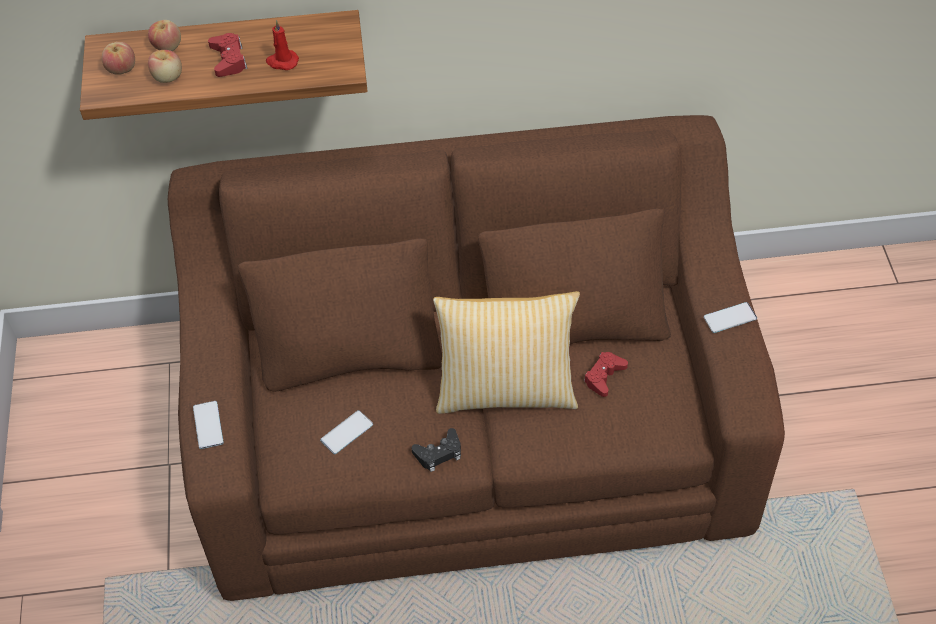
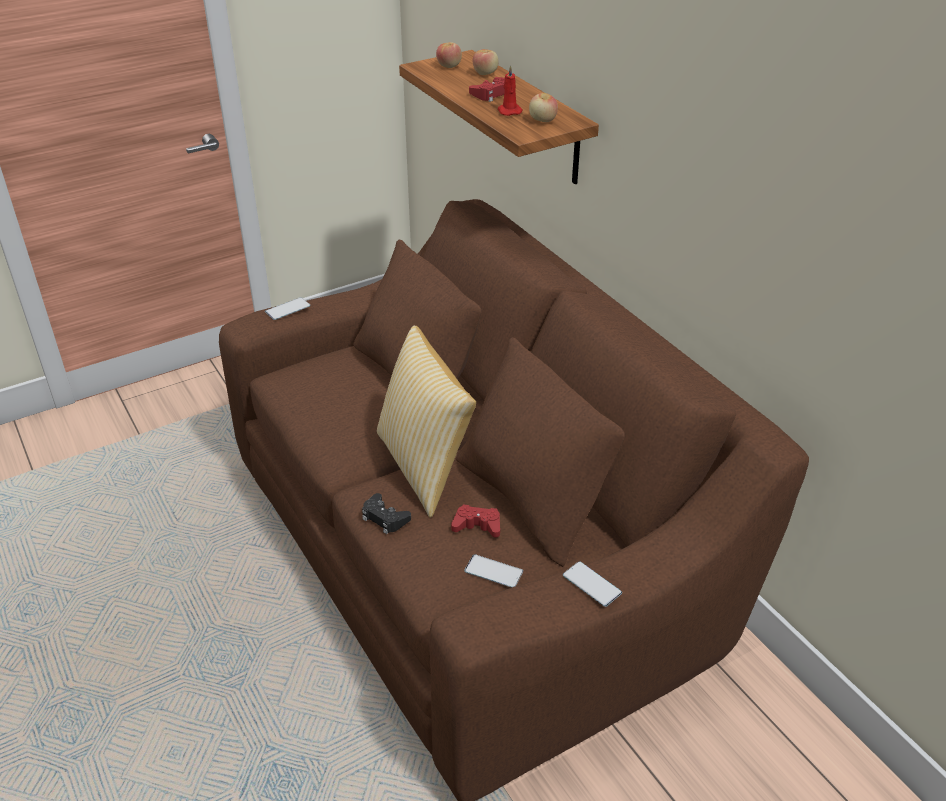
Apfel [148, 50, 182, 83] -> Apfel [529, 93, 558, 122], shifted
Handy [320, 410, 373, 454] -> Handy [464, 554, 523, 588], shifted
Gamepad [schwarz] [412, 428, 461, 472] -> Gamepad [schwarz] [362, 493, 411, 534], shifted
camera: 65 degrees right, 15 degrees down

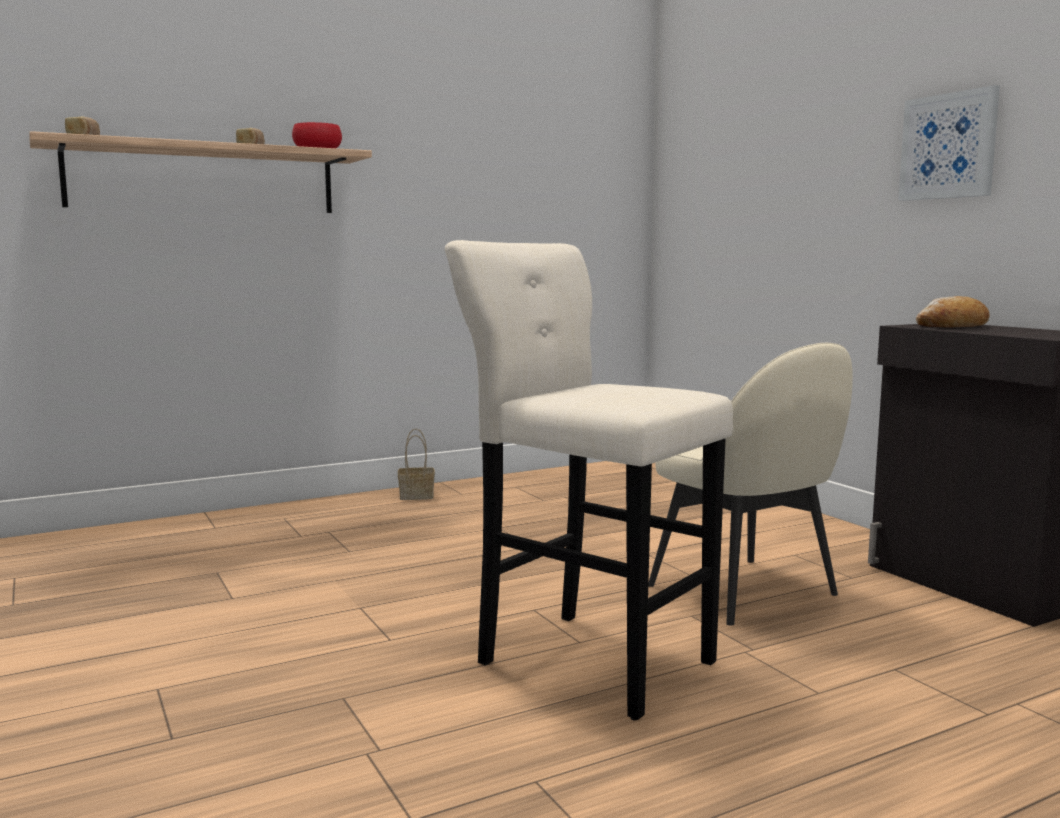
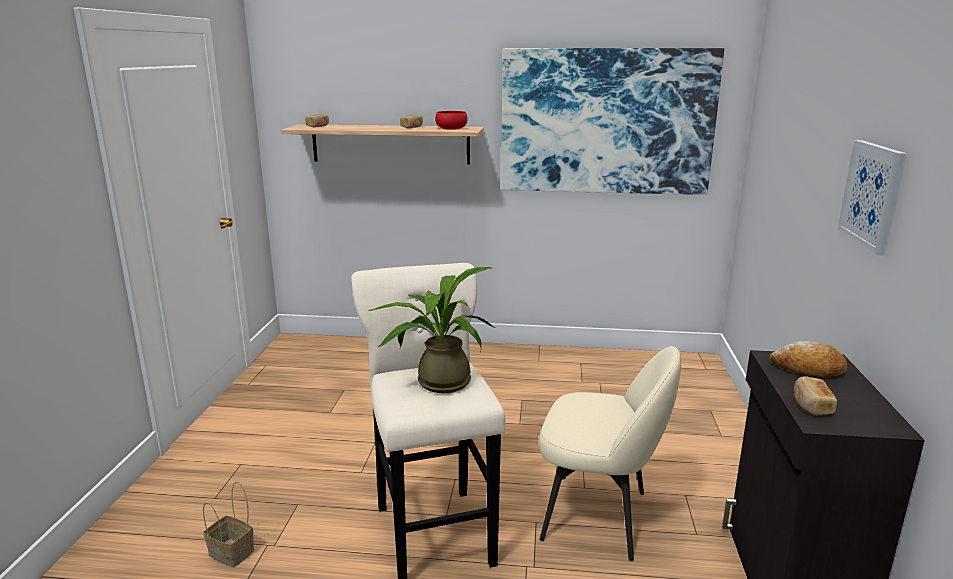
Korb [398, 429, 435, 500] -> Korb [203, 482, 254, 568], shifted
Stuhl [beige] [648, 343, 853, 625] -> Stuhl [beige] [539, 346, 681, 561], 75 degrees counterclockwise
none -> Topfpflanze [368, 267, 495, 393]
none -> Bild [501, 48, 724, 195]
none -> Brot [794, 376, 837, 416]
camera: 35 degrees right, 10 degrees up

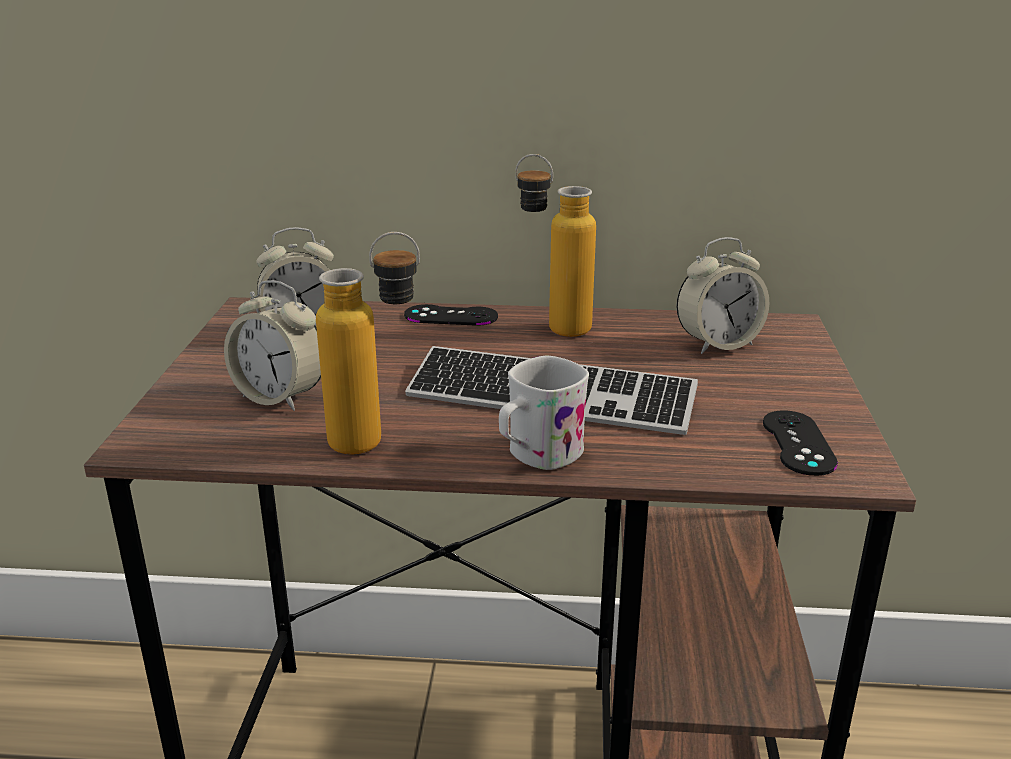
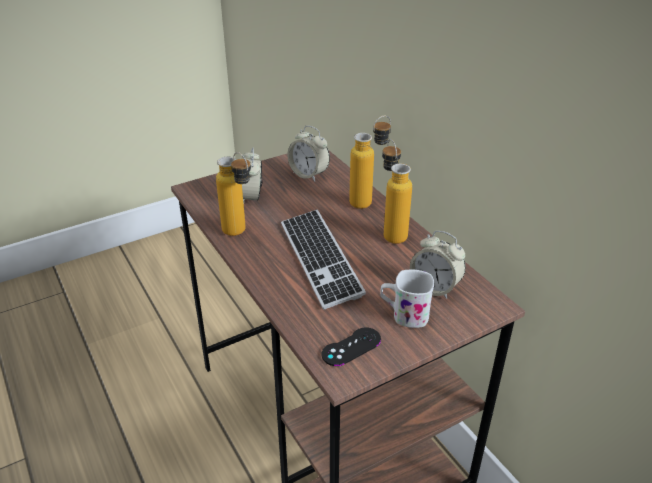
Gamepad [schwarz] [404, 304, 498, 326] -> Flasche [349, 116, 391, 209]
Henkelbecher [weiß] [499, 356, 589, 470] -> Henkelbecher [weiß] [380, 270, 434, 328], shifted
camera: 55 degrees right, 10 degrees up

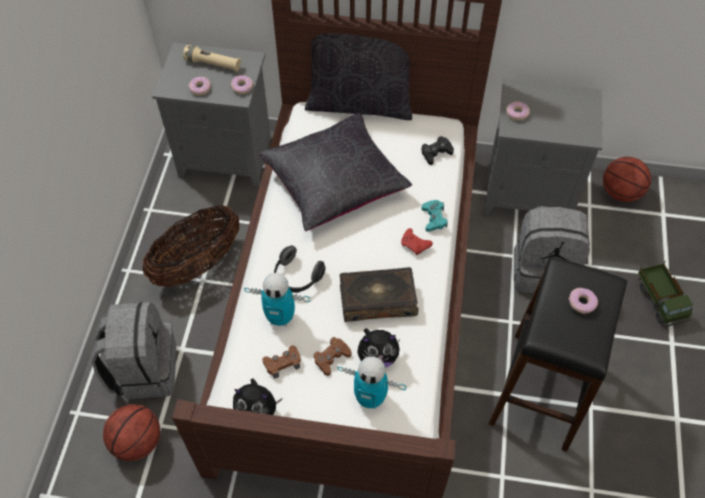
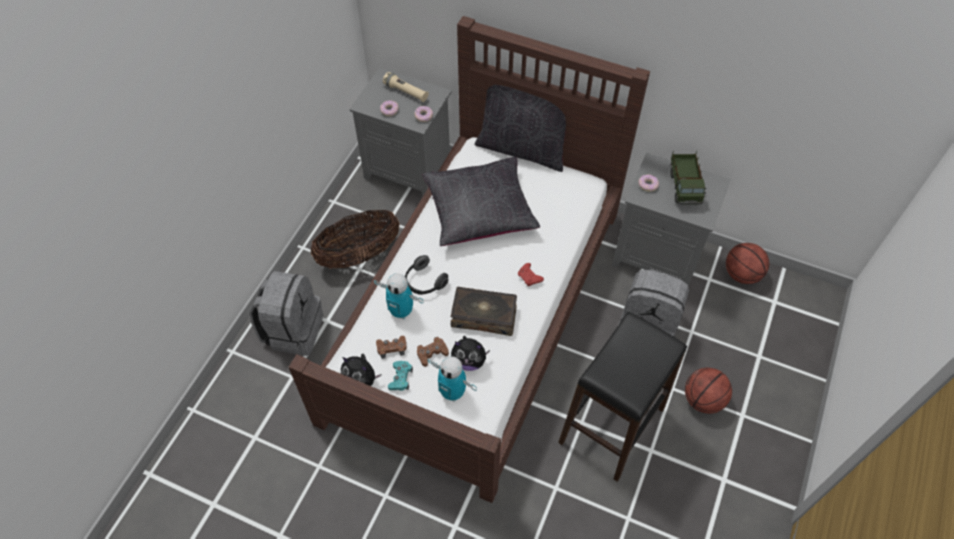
Basketball [103, 404, 160, 461] -> Basketball [685, 368, 732, 414], shifted
Gamepad [schwarz] [421, 136, 454, 165] -> none
Gamepad [türkis] [421, 200, 448, 232] -> Gamepad [türkis] [388, 361, 413, 391], shifted
Donut [569, 288, 598, 314] -> none
Spielzeuglaster [638, 262, 693, 326] -> Spielzeuglaster [670, 151, 706, 205], shifted
camera: 15 degrees right, 0 degrees up

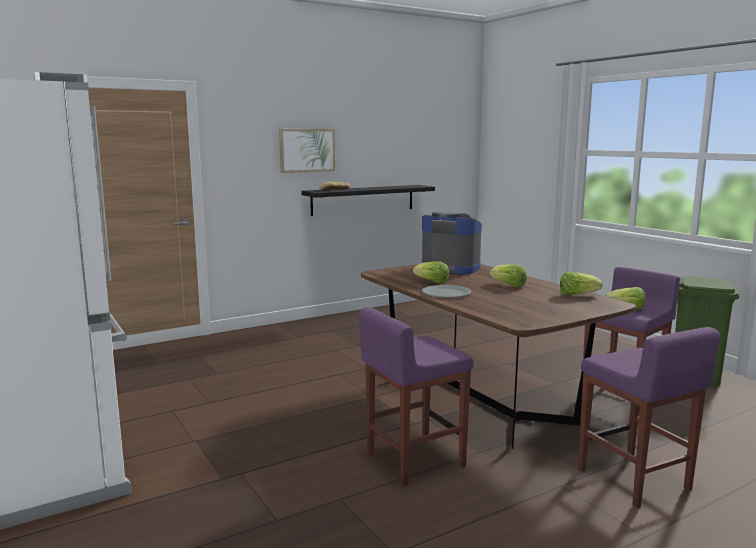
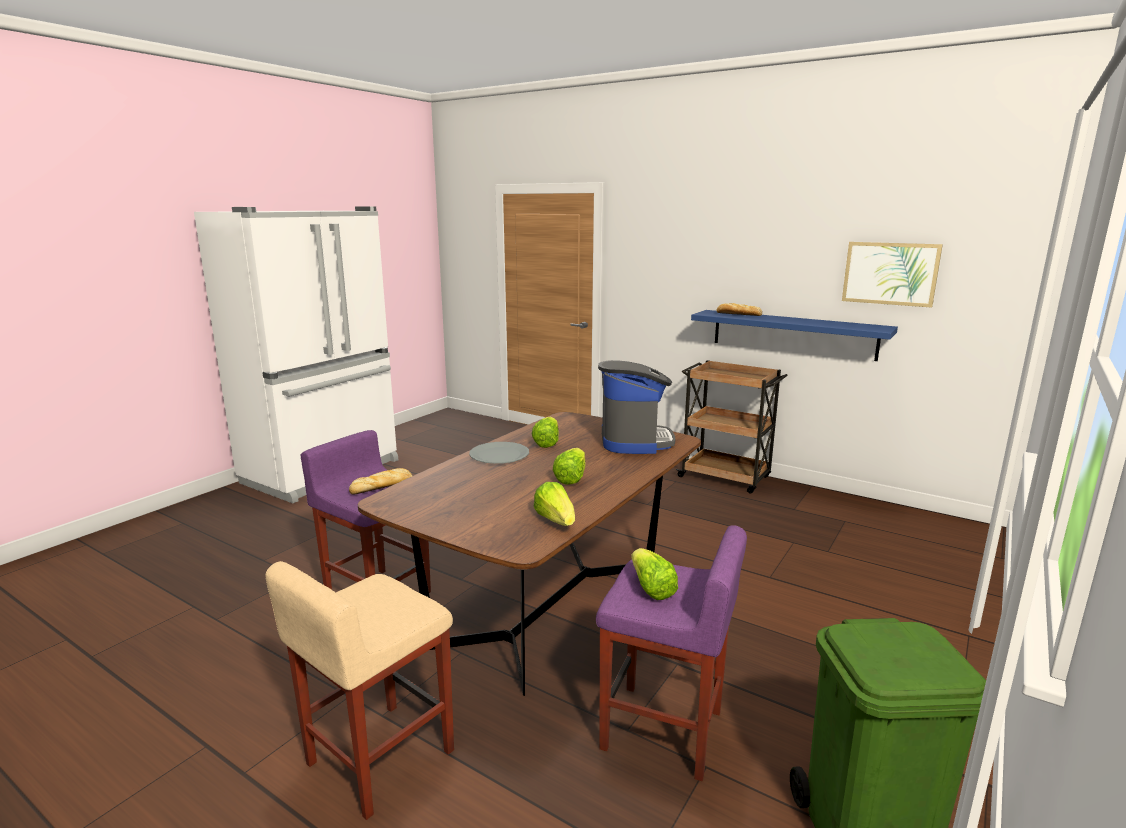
Bild [279, 129, 335, 173] -> Bild [842, 242, 943, 308], shifted
Wandregal [schwarz] [301, 185, 435, 216] -> Wandregal [blau] [691, 310, 898, 361]
Hocker [lila] [578, 327, 720, 508] -> Hocker [beige] [266, 561, 454, 820]
none -> Brot [349, 468, 412, 495]
none -> Rollwagen [braun] [675, 360, 788, 493]
camera: 65 degrees right, 5 degrees up

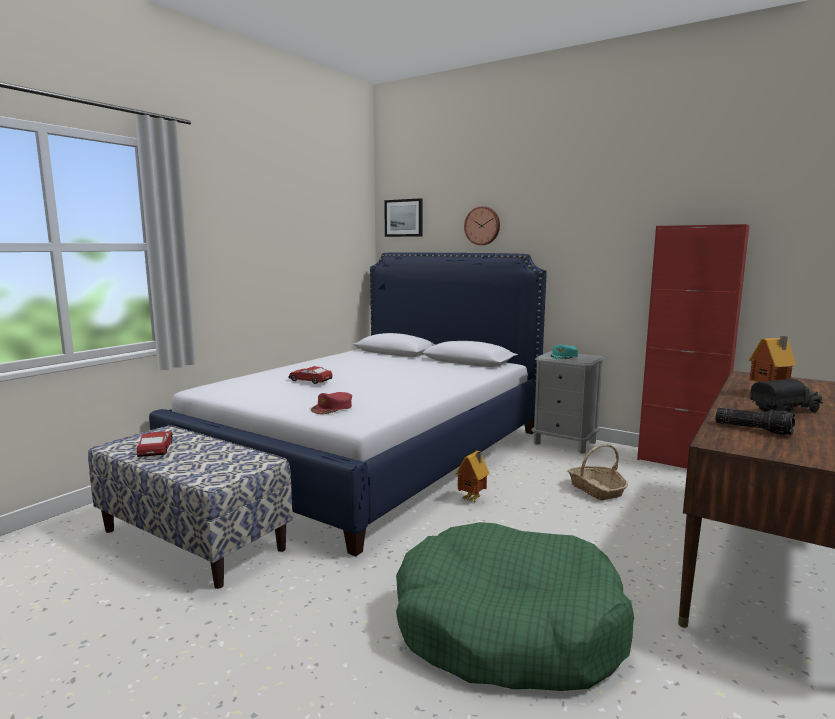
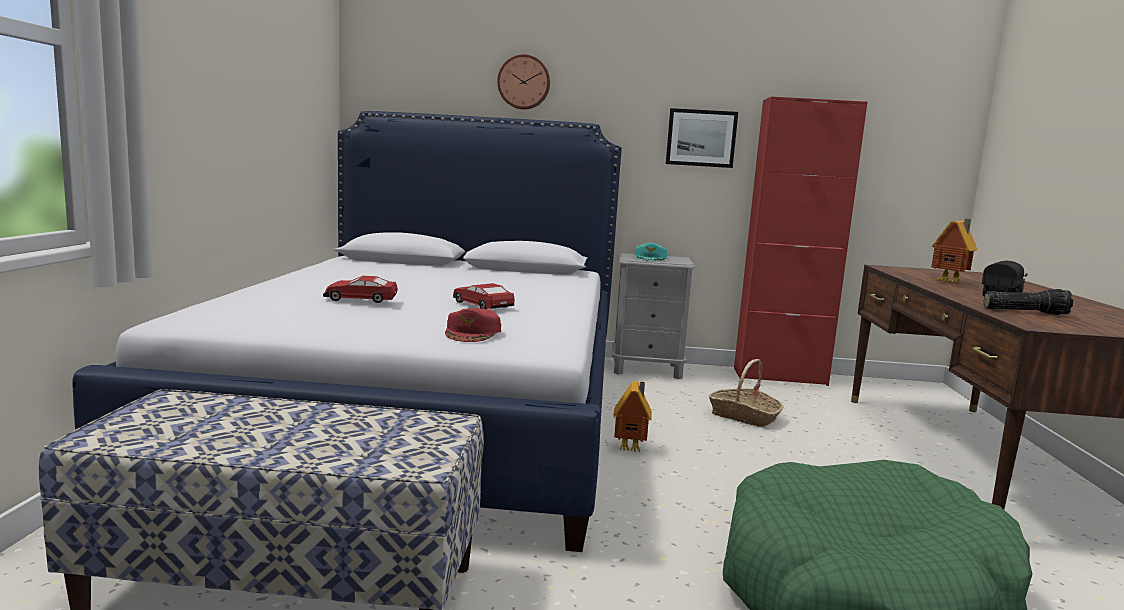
Spielzeugauto [137, 431, 173, 457] -> Spielzeugauto [453, 283, 514, 309], shifted
Bild [384, 198, 422, 237] -> Bild [666, 108, 738, 168], shifted
camera: 30 degrees left, 0 degrees up

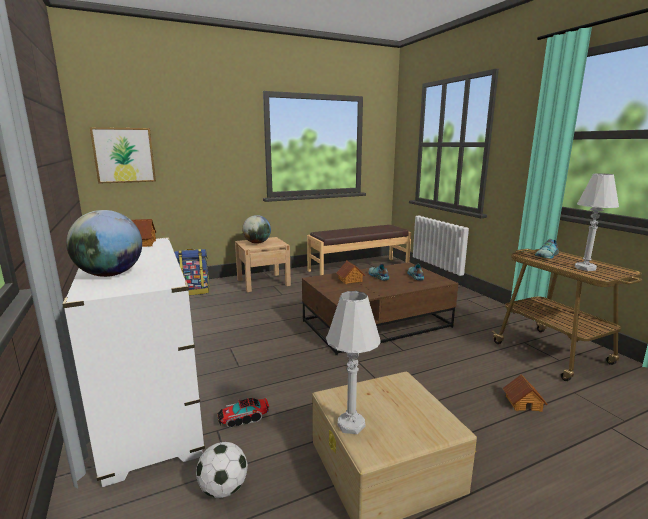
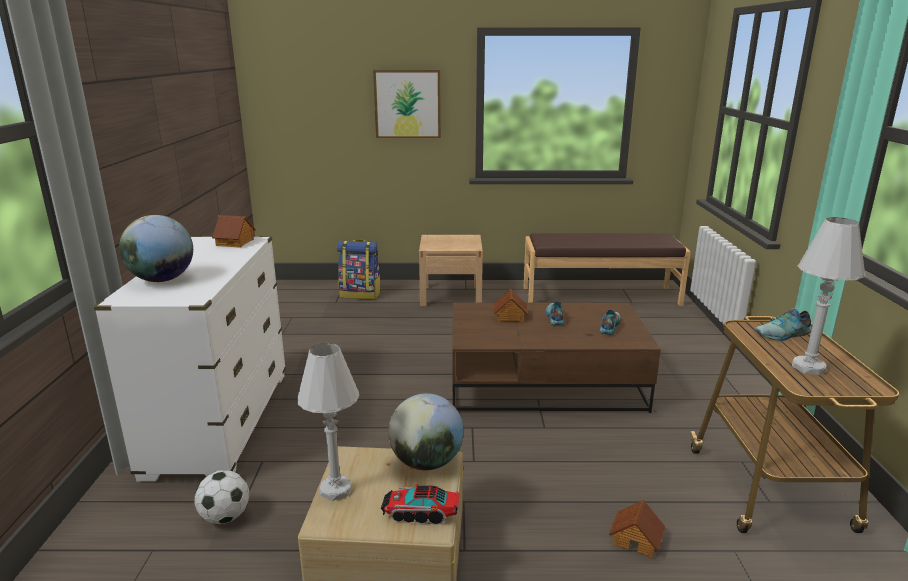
Bild [90, 127, 156, 184] -> Bild [373, 70, 441, 138], shifted
Spielzeuglaster [217, 398, 269, 427] -> Spielzeuglaster [381, 483, 460, 525], shifted
Globus [242, 215, 271, 244] -> Globus [388, 393, 464, 470], shifted
camera: 25 degrees right, 5 degrees up

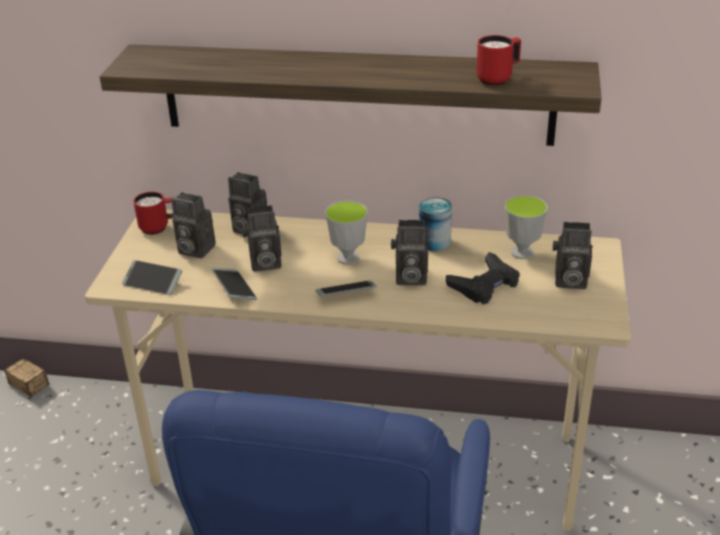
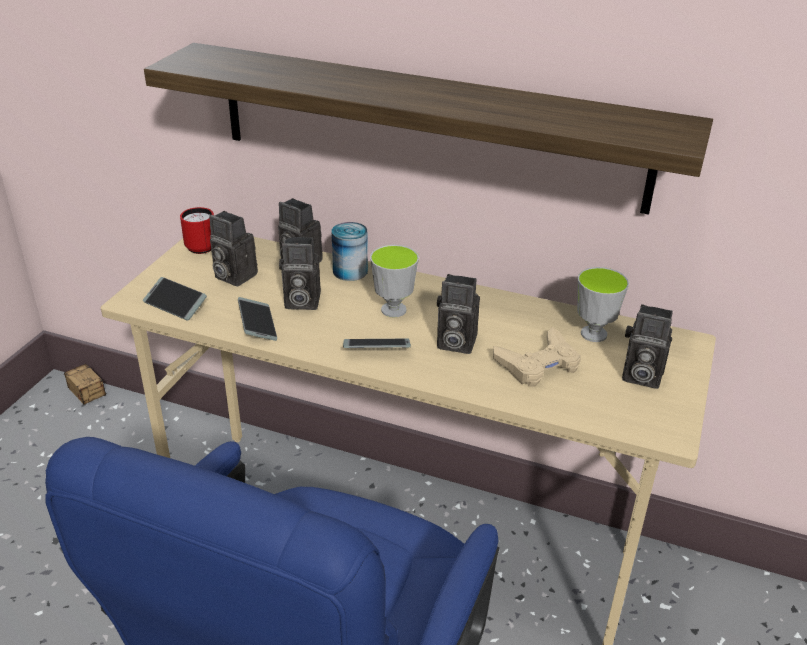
Dose [419, 197, 452, 251] -> Dose [332, 222, 368, 281], shifted
Gamepad [schwarz] [446, 252, 520, 304] -> Gamepad [beige] [493, 327, 581, 387]
Henkelbecher [rot] [476, 35, 521, 86] -> none
camera: 10 degrees right, 0 degrees up

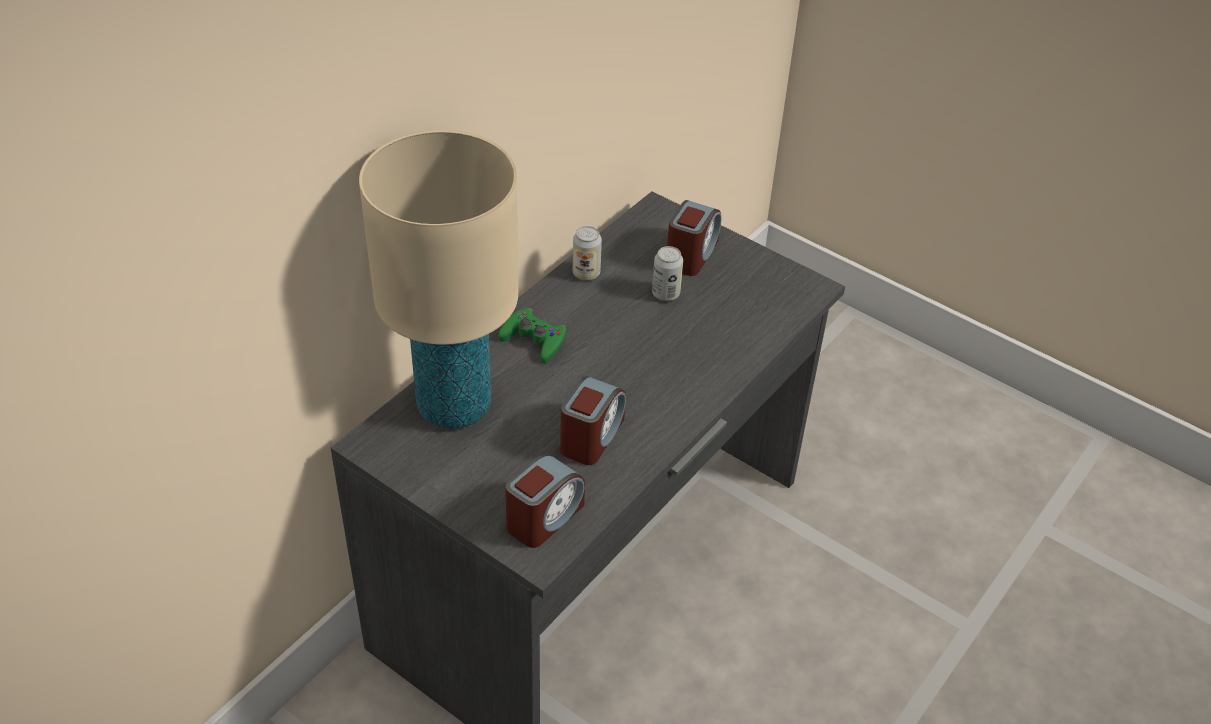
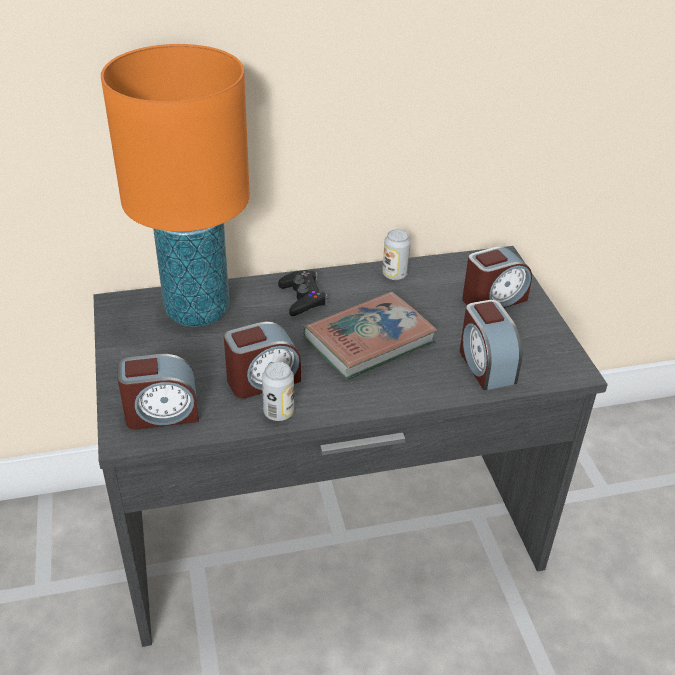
Tischlampe [beige] [359, 130, 518, 429] -> Tischlampe [orange] [101, 44, 250, 327]
Gamepad [grün] [498, 308, 566, 364] -> Gamepad [schwarz] [278, 270, 328, 316]
Dose [652, 246, 683, 301] -> Dose [262, 362, 294, 421], shifted
none -> Buch [303, 292, 437, 380]
none -> Wecker [460, 300, 522, 391]
camera: 40 degrees right, 5 degrees down

